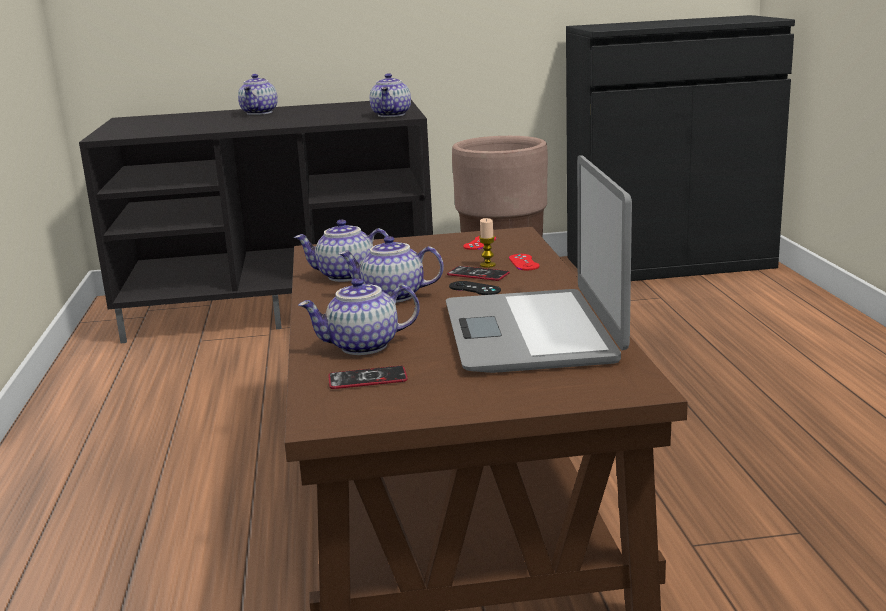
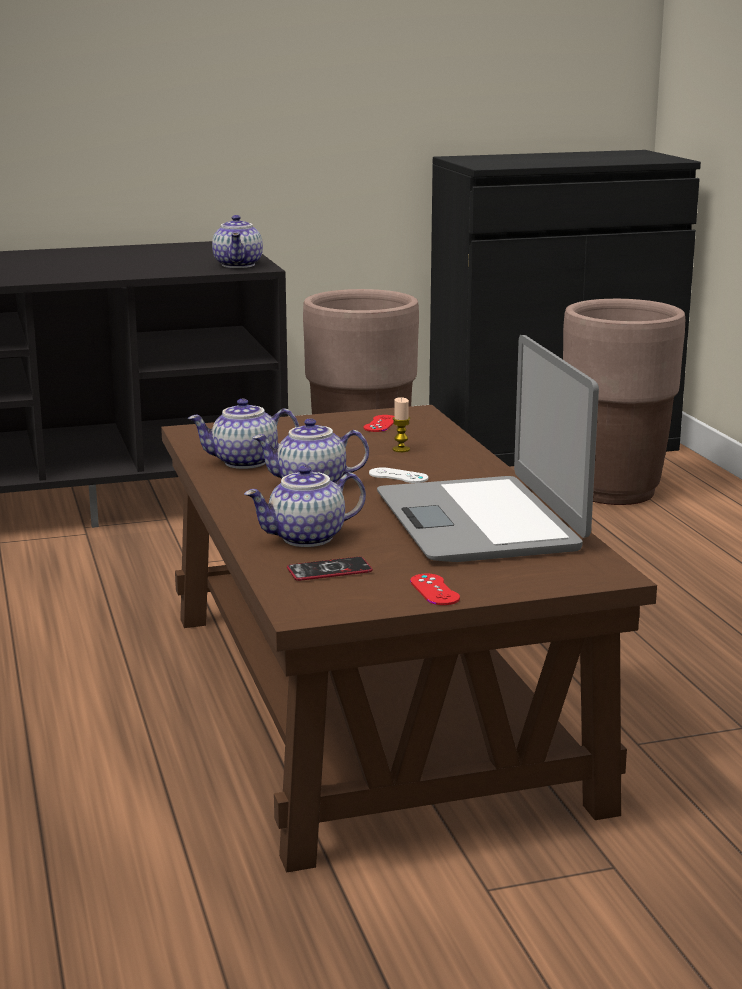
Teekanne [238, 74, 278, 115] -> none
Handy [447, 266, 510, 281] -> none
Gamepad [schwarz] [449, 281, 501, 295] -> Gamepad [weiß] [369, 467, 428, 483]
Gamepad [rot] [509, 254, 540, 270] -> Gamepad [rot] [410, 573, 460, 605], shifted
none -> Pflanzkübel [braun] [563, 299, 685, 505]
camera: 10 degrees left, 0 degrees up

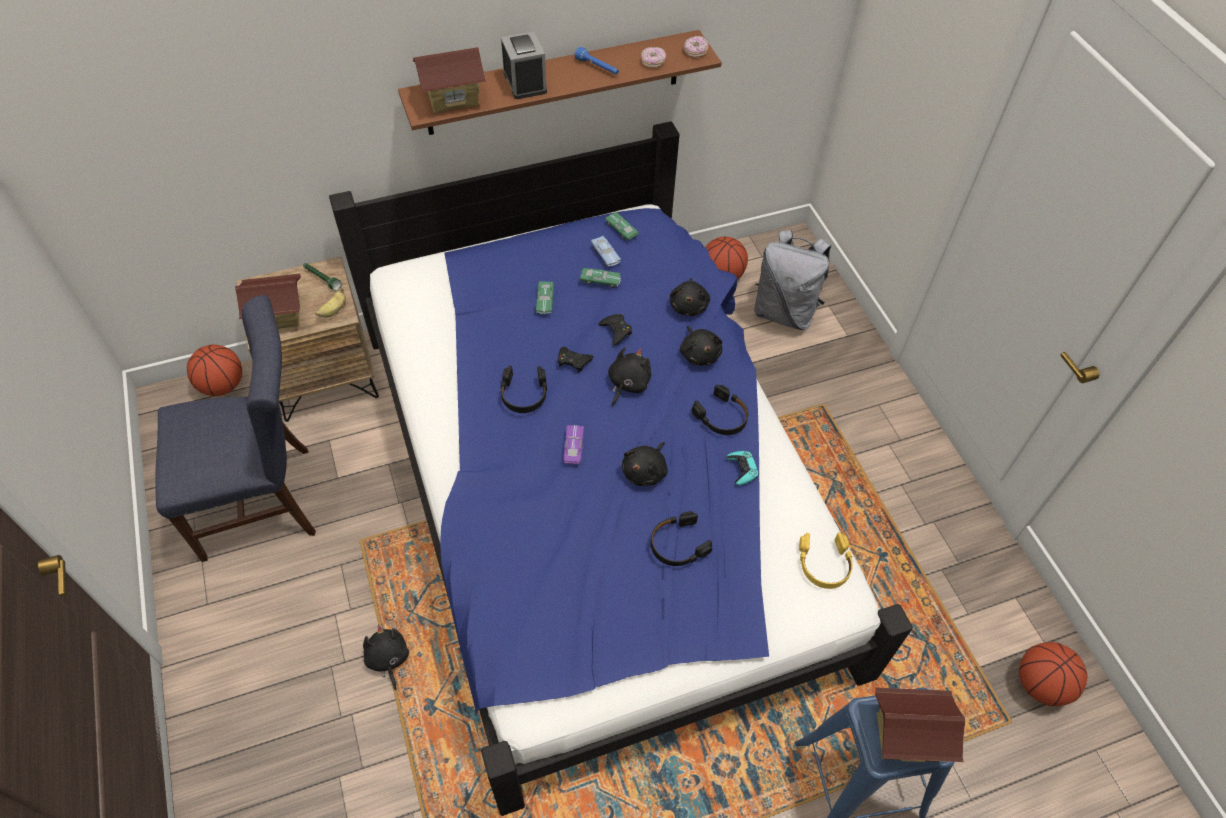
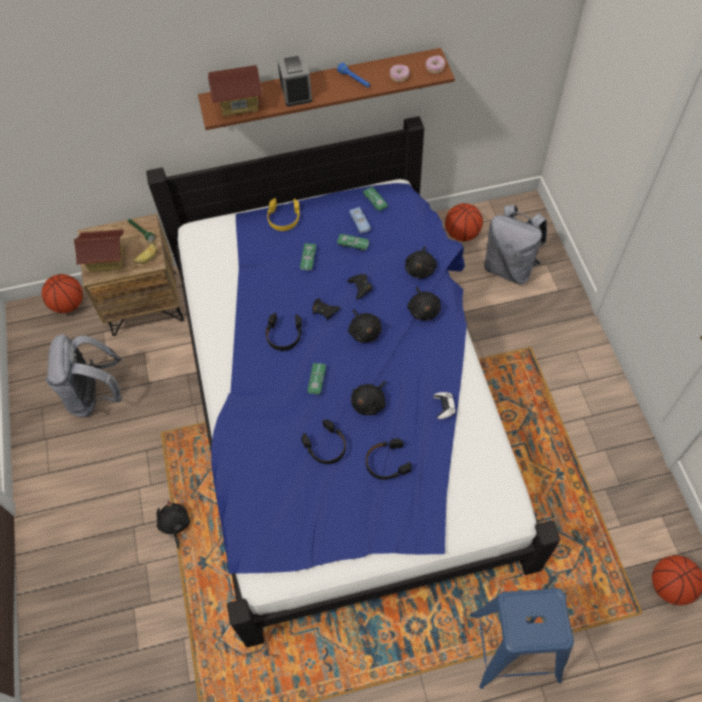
Stuhl [blau] [155, 295, 316, 562] -> Rucksack [grau] [46, 334, 122, 417]
Spielzeugauto [lila] [563, 425, 584, 464] -> Spielzeugauto [grün] [308, 363, 326, 395]
Plüschtier [schwarz] [608, 347, 651, 406] -> Plüschtier [schwarz] [348, 309, 382, 343], 120 degrees clockwise
Kopfhörer [schwarz] [692, 385, 748, 435] -> Kopfhörer [schwarz] [301, 420, 346, 464], shifted
Gamepad [türkis] [726, 451, 759, 485] -> Gamepad [weiß] [433, 392, 456, 419]
Kopfhörer [gelb] [799, 532, 853, 589] -> Kopfhörer [gelb] [267, 198, 300, 231], shifted
Spielzeughaus [875, 688, 965, 762] -> none
camera: 10 degrees right, 5 degrees up

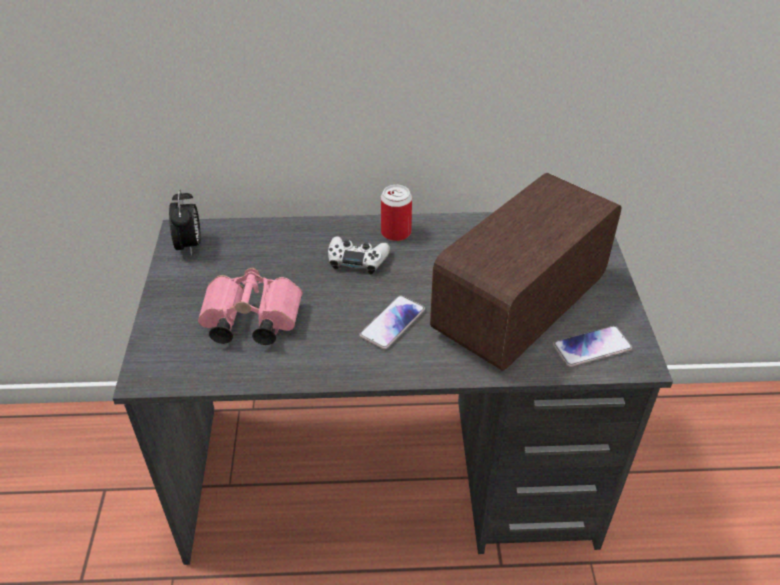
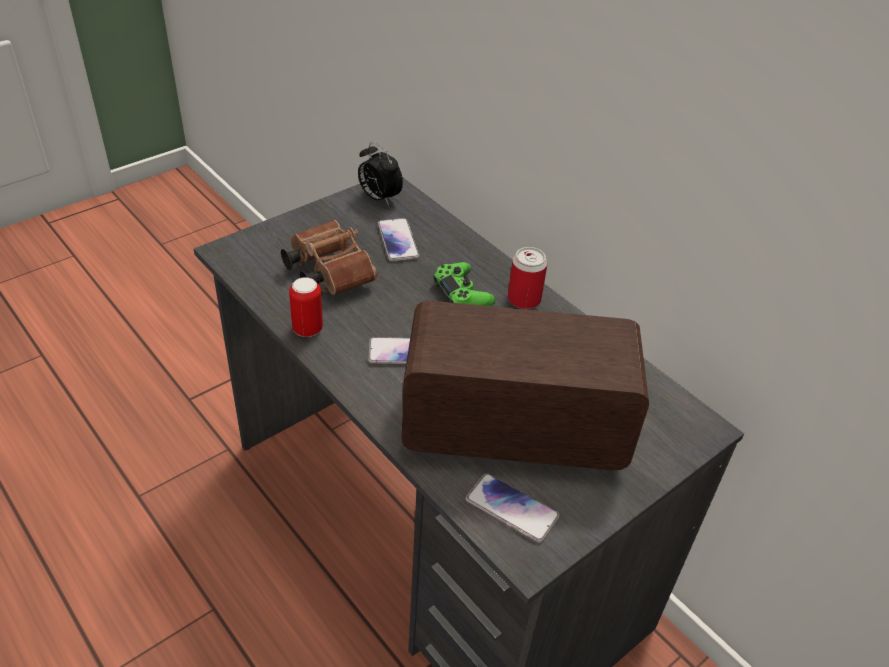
Wecker [169, 189, 201, 256] -> Wecker [358, 142, 403, 206], 90 degrees clockwise
Fernglas [rosa] [198, 268, 303, 345] -> Fernglas [braun] [281, 220, 377, 295]
Gamepad [weiß] [328, 236, 390, 274] -> Gamepad [grün] [433, 262, 495, 306]
none -> Dose [289, 277, 323, 337]
none -> Handy [378, 218, 419, 261]
camera: 50 degrees right, 0 degrees up

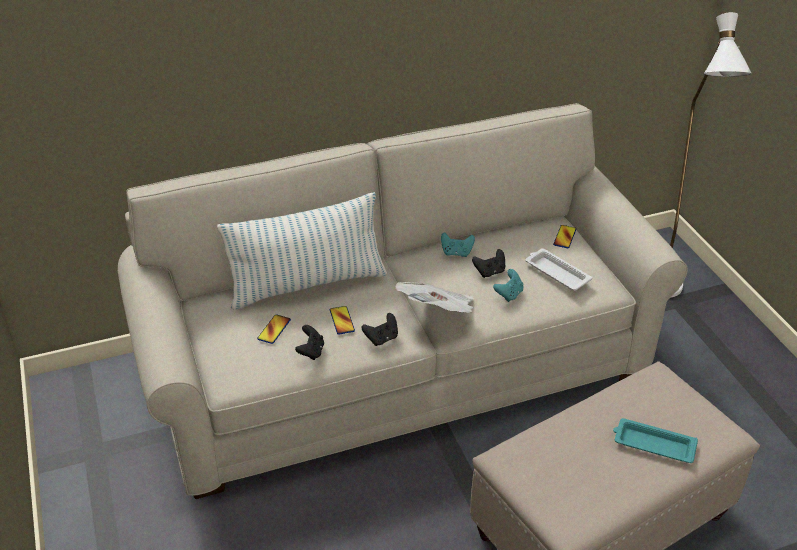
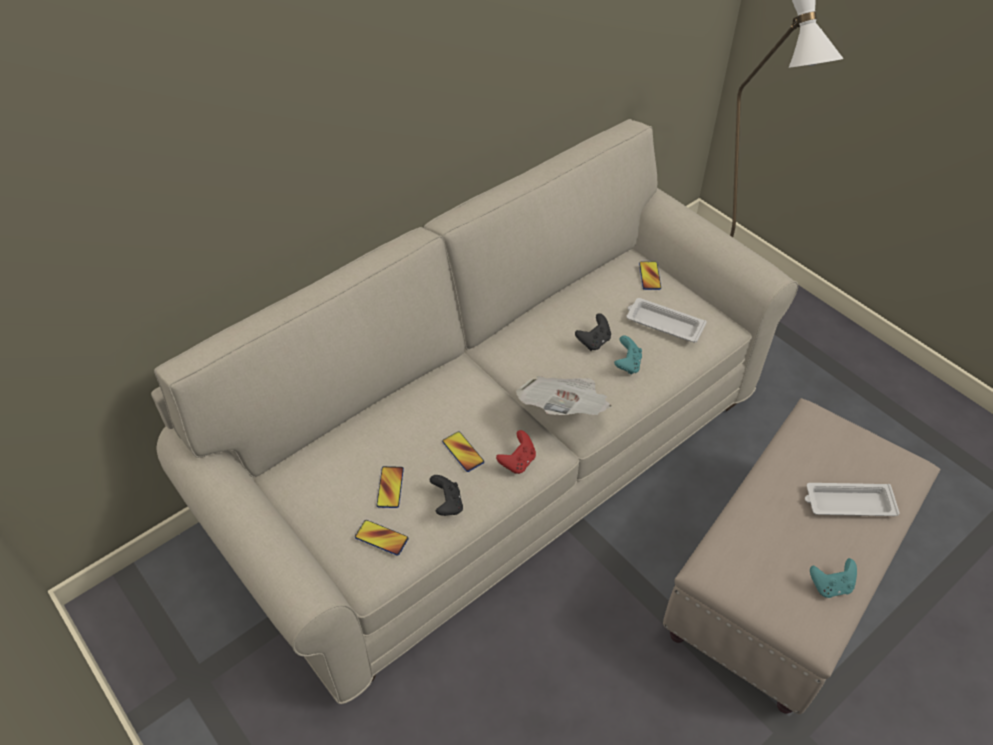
Kissen [217, 192, 387, 310] -> none
Gamepad [schwarz] [362, 313, 398, 346] -> Gamepad [rot] [496, 430, 536, 474]
Gamepad [türkis] [441, 232, 475, 257] -> Gamepad [türkis] [810, 558, 857, 598], shifted
Tablett [türkis] [613, 418, 698, 463] -> Tablett [weiß] [805, 483, 900, 516]
none -> Handy [355, 520, 409, 556]
camera: 20 degrees left, 10 degrees up

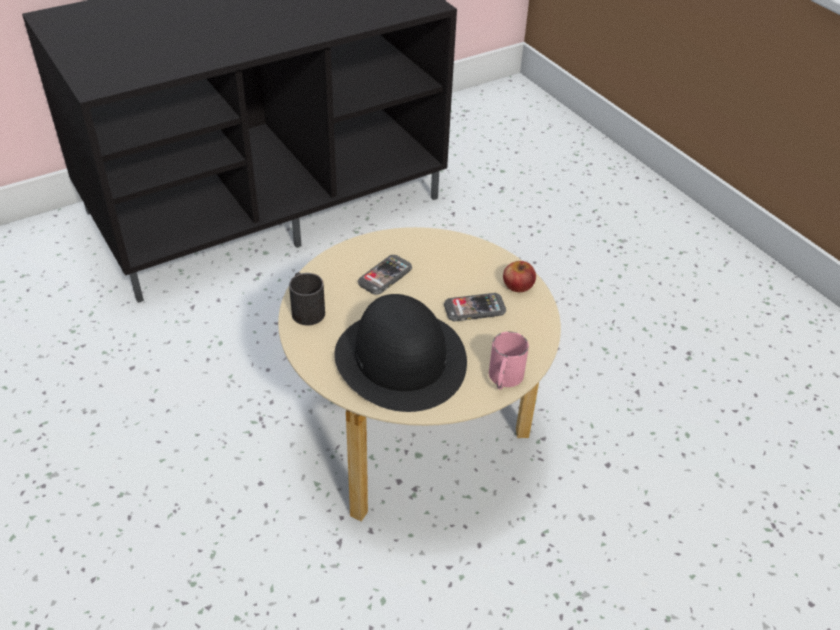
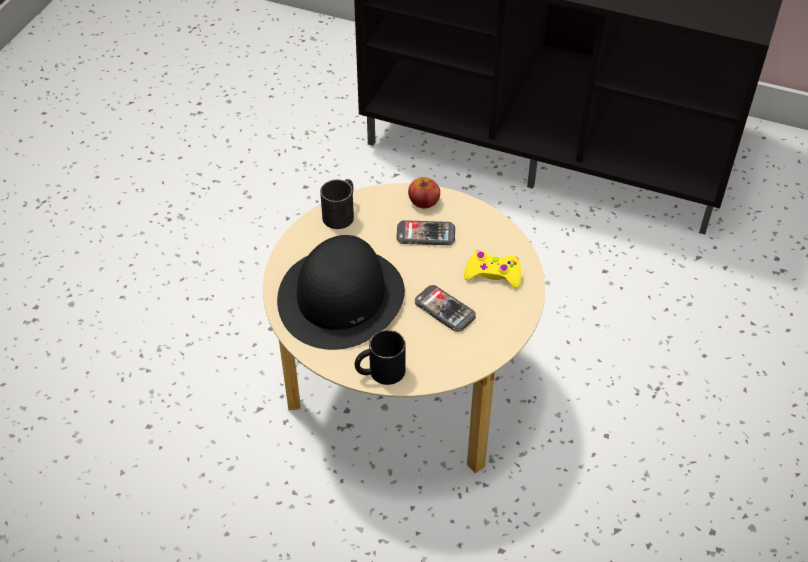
Henkelbecher [rosa] [489, 332, 529, 390] -> Henkelbecher [schwarz] [355, 330, 406, 385]
Apfel [503, 261, 536, 292] -> Apfel [408, 177, 440, 208], shifted
none -> Gamepad [gelb] [464, 250, 521, 288]
camera: 55 degrees right, 5 degrees up

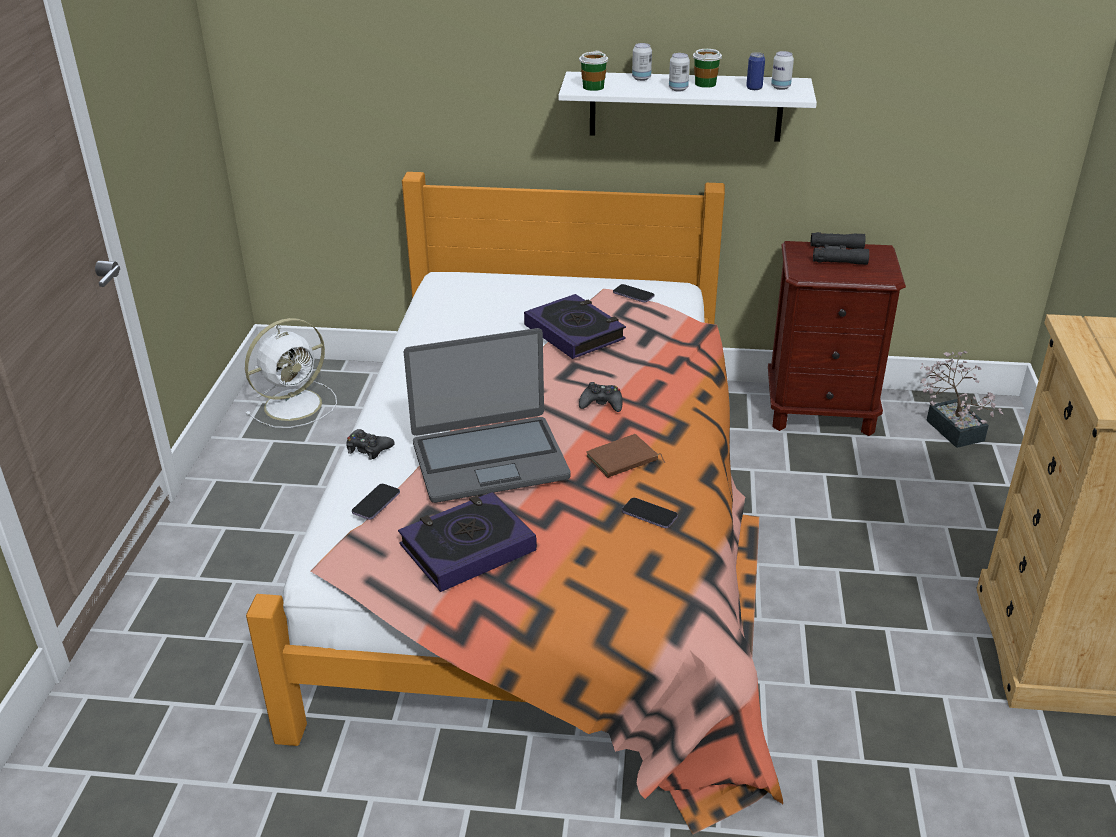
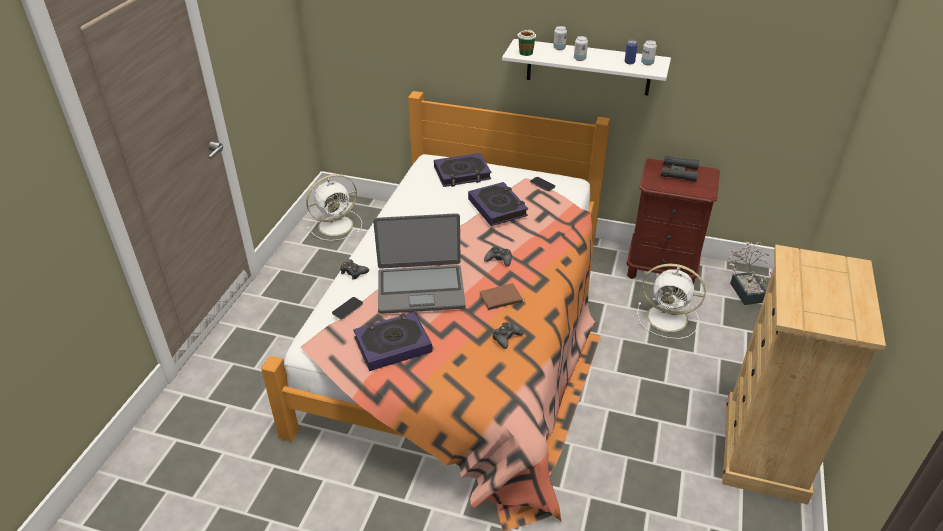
Handy [622, 498, 678, 528] -> Gamepad [schwarz] [493, 322, 524, 349]
Tasse [693, 49, 722, 88] -> none
none -> Buch [434, 153, 491, 187]
none -> Ventilator [weiß] [637, 264, 706, 339]
camera: 10 degrees right, 5 degrees up

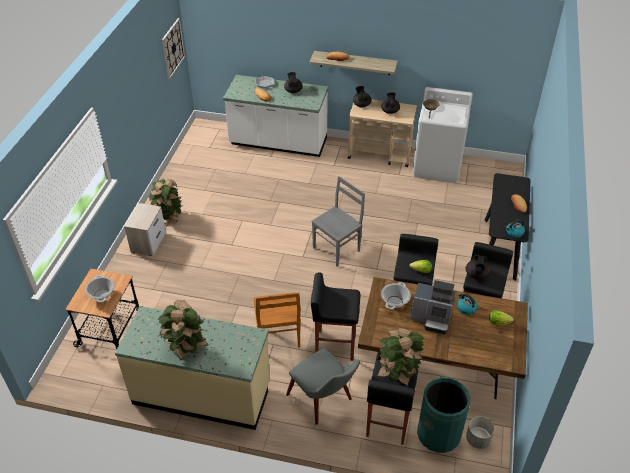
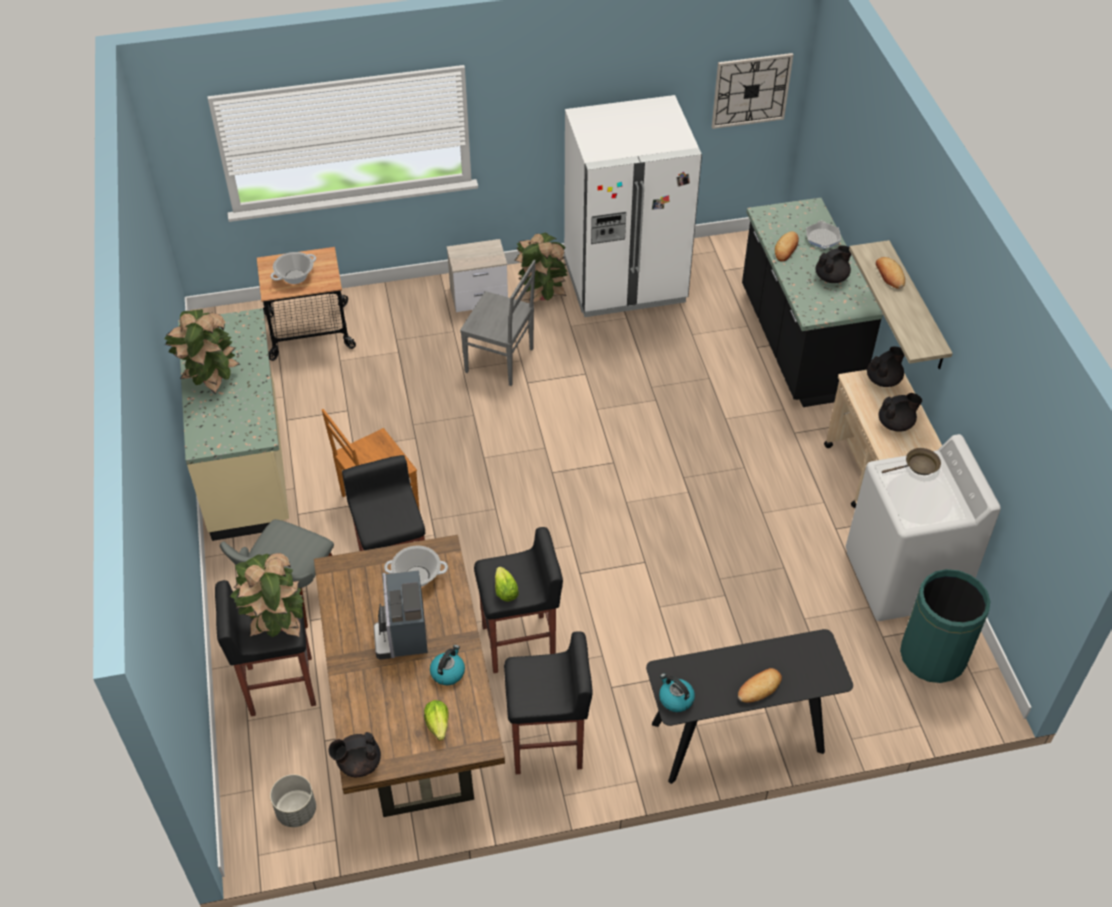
Küchenzeile [weiß] [223, 75, 328, 157] -> Küchenzeile [schwarz] [742, 198, 883, 407]
Stuhl [grau] [311, 176, 365, 267] -> Stuhl [grau] [460, 260, 536, 386], shifted
Mülleimer [grün] [417, 377, 470, 453] -> Mülleimer [grün] [900, 569, 991, 683], shifted
Teekanne [schwarz] [466, 255, 490, 279] -> Teekanne [schwarz] [328, 732, 381, 777], shifted
none -> Kühlschrank [weiß] [564, 95, 702, 317]
camera: 65 degrees right, 5 degrees up

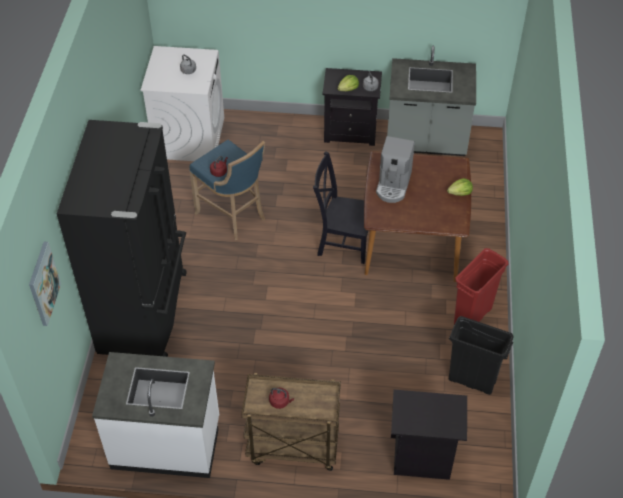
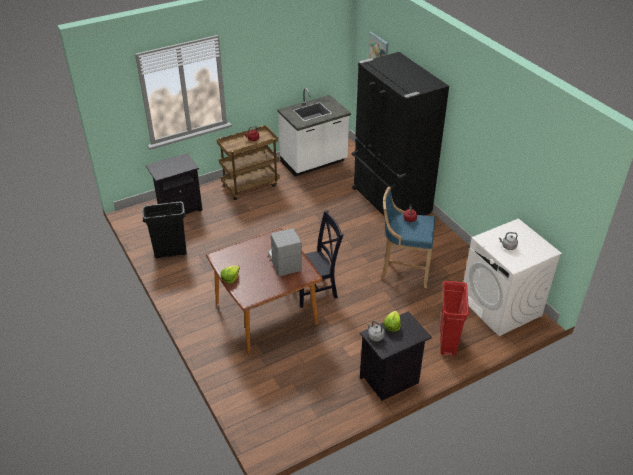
Küchenzeile [grau] [387, 46, 476, 156] -> none
Mülleimer [rot] [454, 248, 509, 325] -> Mülleimer [rot] [440, 281, 469, 356], shifted
camera: 145 degrees right, 10 degrees down

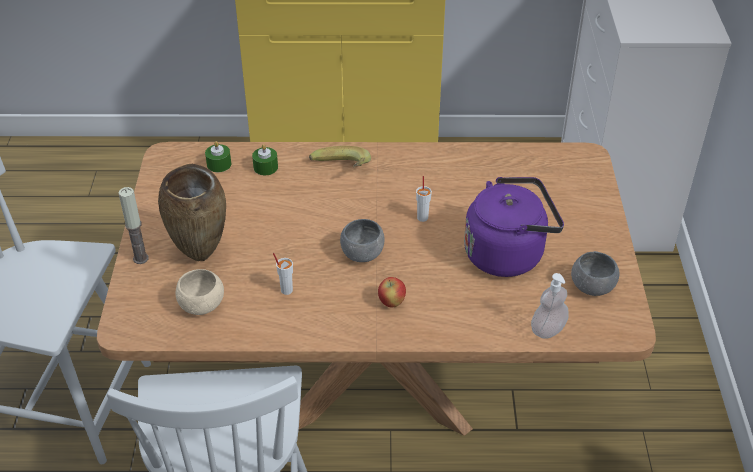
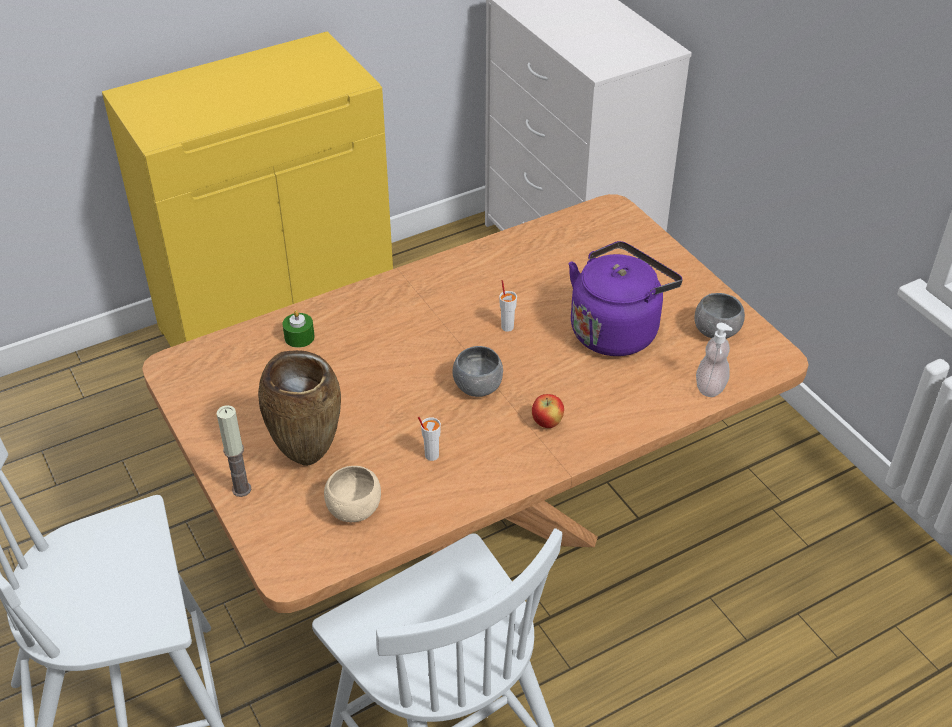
Kerze [grün] [205, 141, 231, 172] -> none
Banane [309, 146, 371, 167] -> none
camera: 30 degrees left, 0 degrees up

